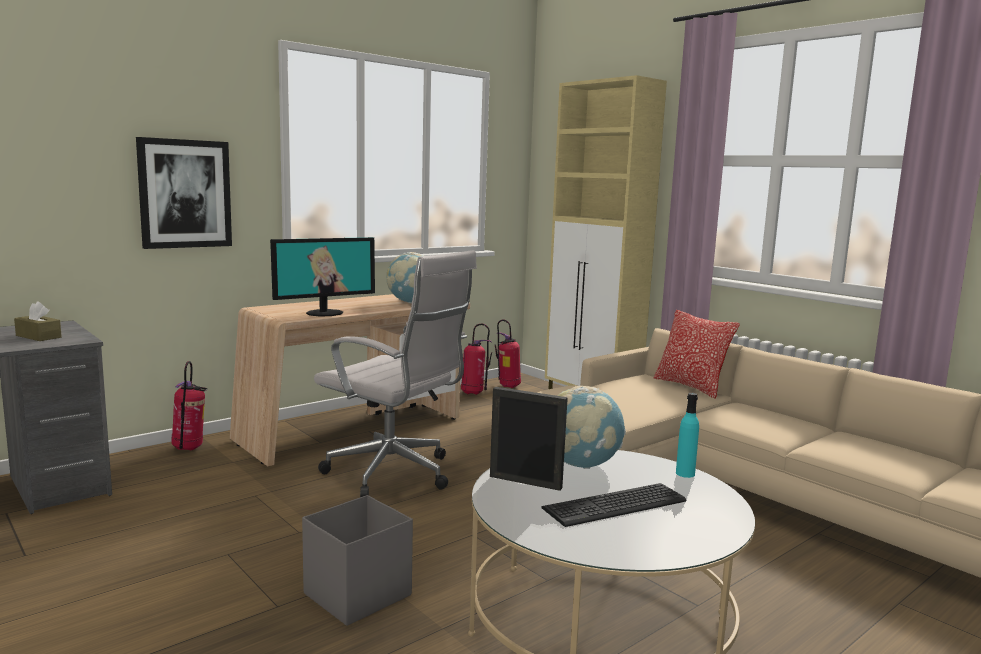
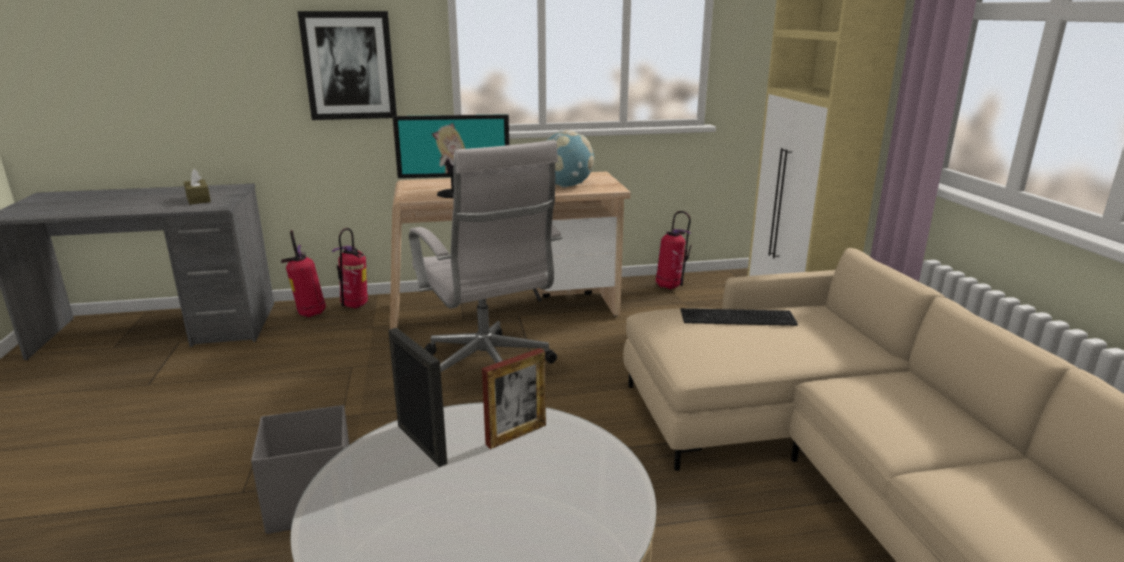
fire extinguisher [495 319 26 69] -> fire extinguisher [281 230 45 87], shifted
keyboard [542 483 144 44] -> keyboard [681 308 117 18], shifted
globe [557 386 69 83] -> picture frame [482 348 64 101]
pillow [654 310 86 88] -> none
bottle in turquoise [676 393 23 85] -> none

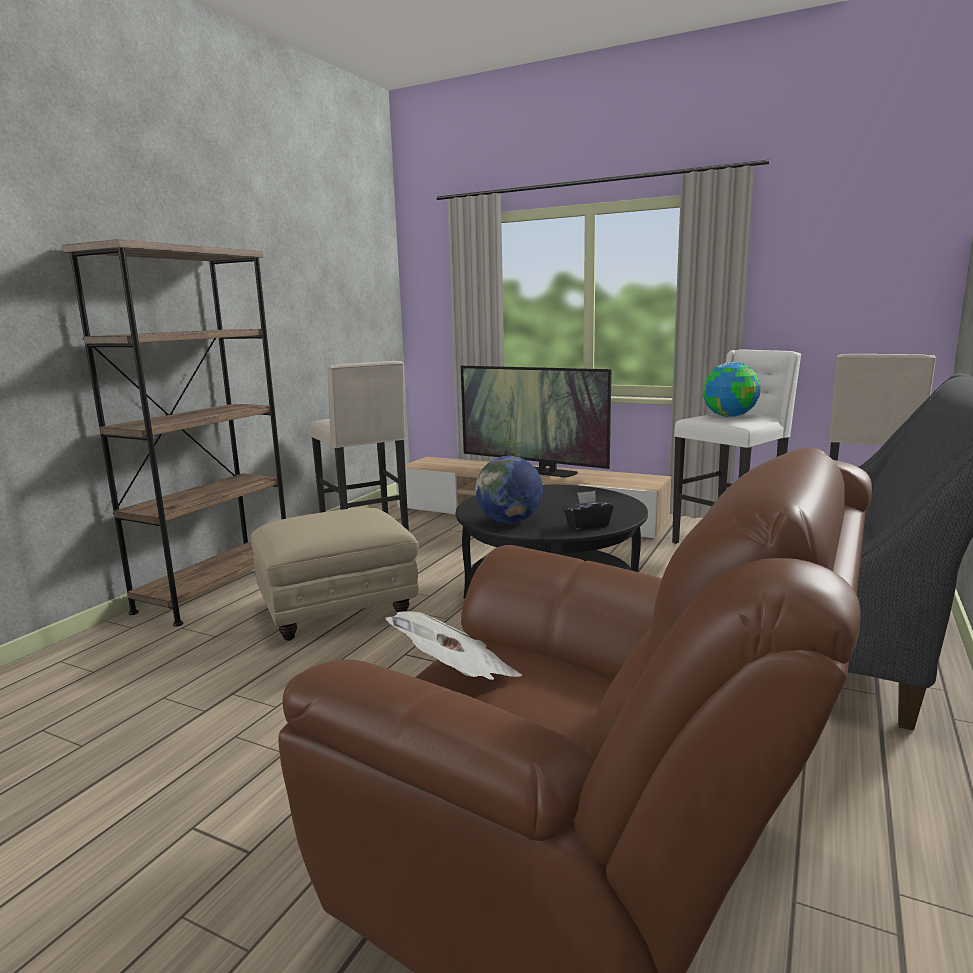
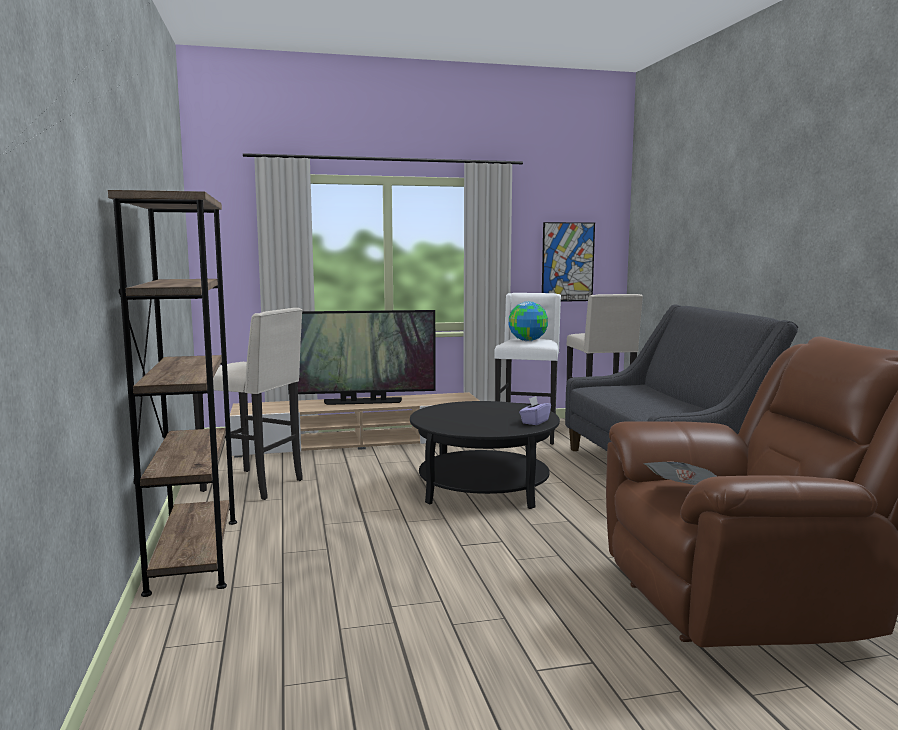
ottoman in beige [251 507 168 134] -> none
globe [475 456 68 67] -> none
tissue box in black [563 491 50 39] -> tissue box in purple [519 396 32 29]
none -> picture [542 222 53 80]

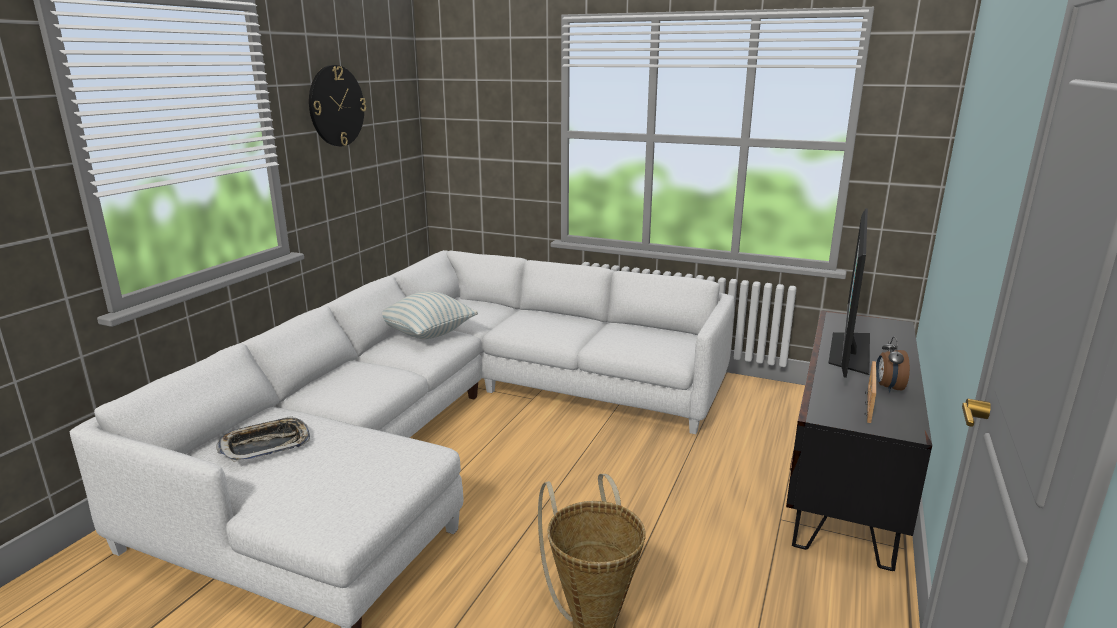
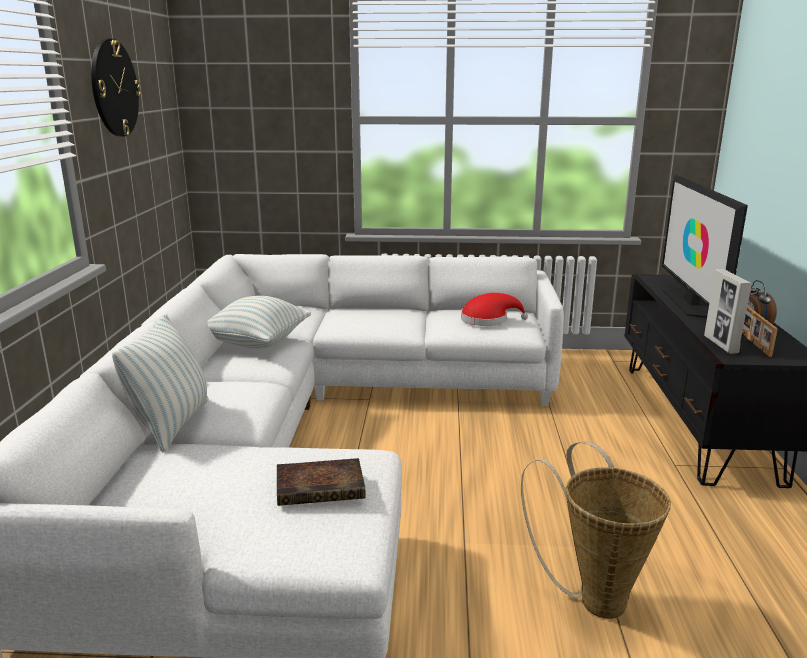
tray [216 416 94 46] -> none
none -> pillow [112 313 97 139]
none -> book [277 458 88 48]
none -> hat in red [461 293 67 33]
none -> picture frame [704 269 48 85]

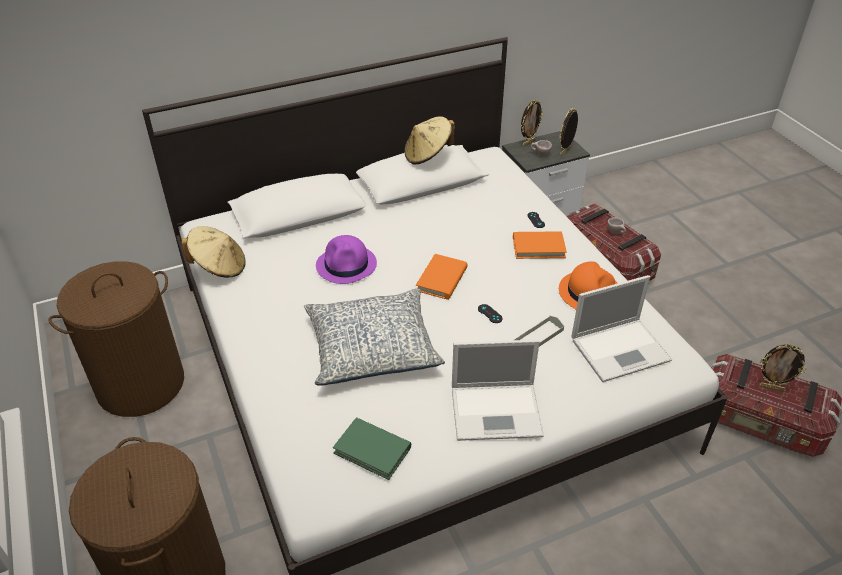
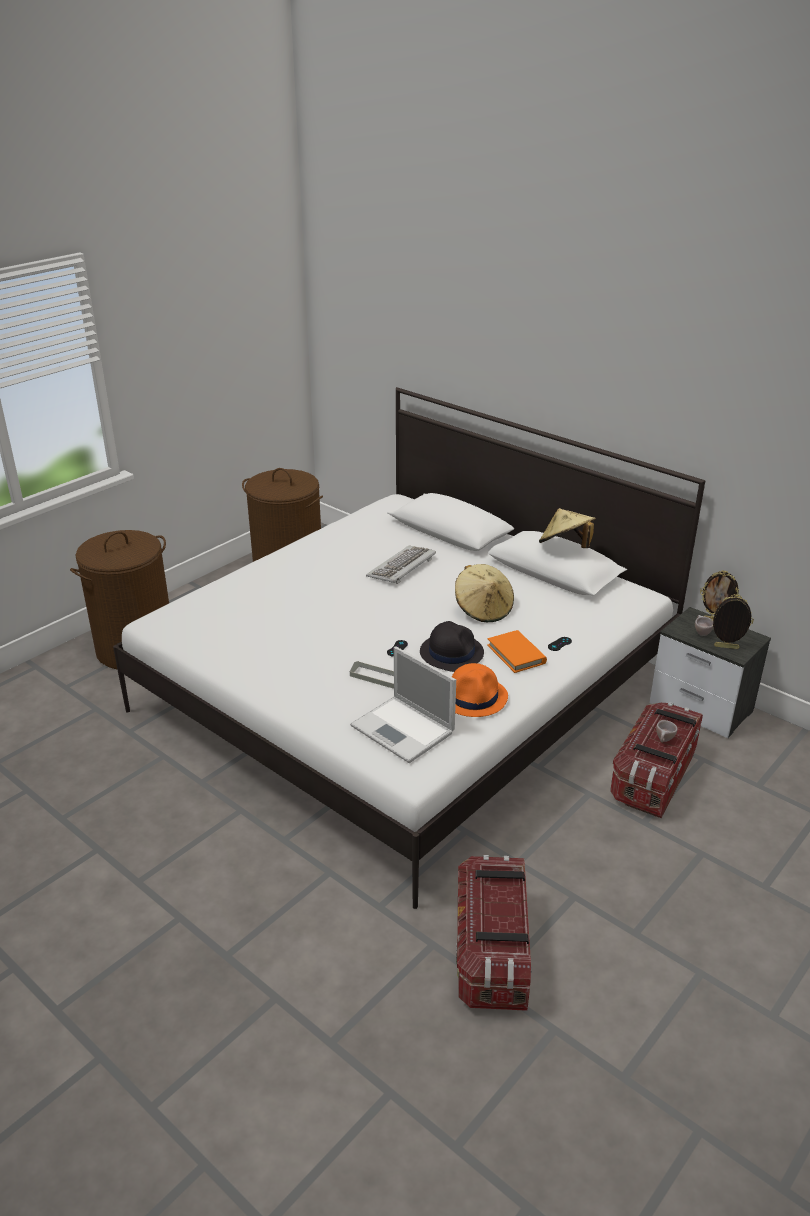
hat in beige [181 226 65 52] -> hat in beige [455 564 59 58], shifted
pillow [304 288 141 98] -> none
hat in purple [316 235 61 49] -> keyboard [366 546 70 38]
book in green [333 417 78 63] -> none
book in orange [416 254 52 46] -> none
laptop [452 339 92 102] -> none
picture frame [759 344 47 48] -> none
none -> hat in black [420 621 64 51]

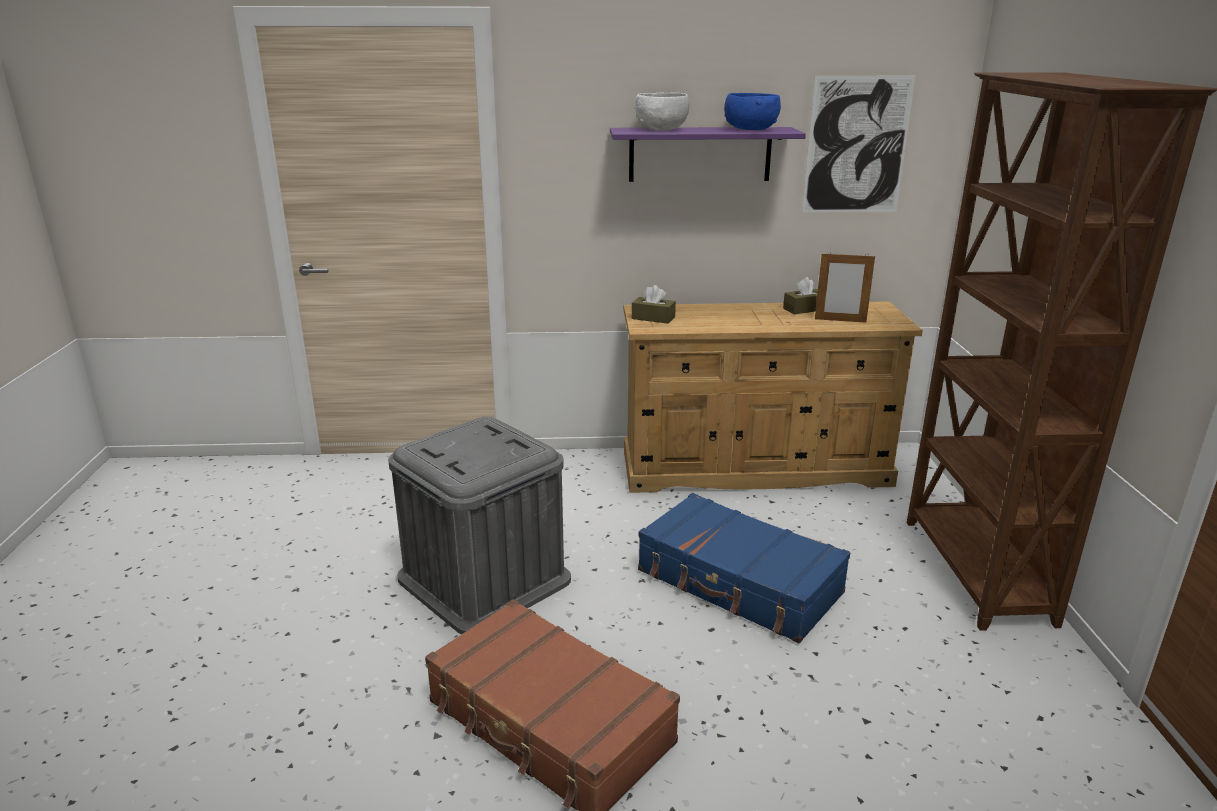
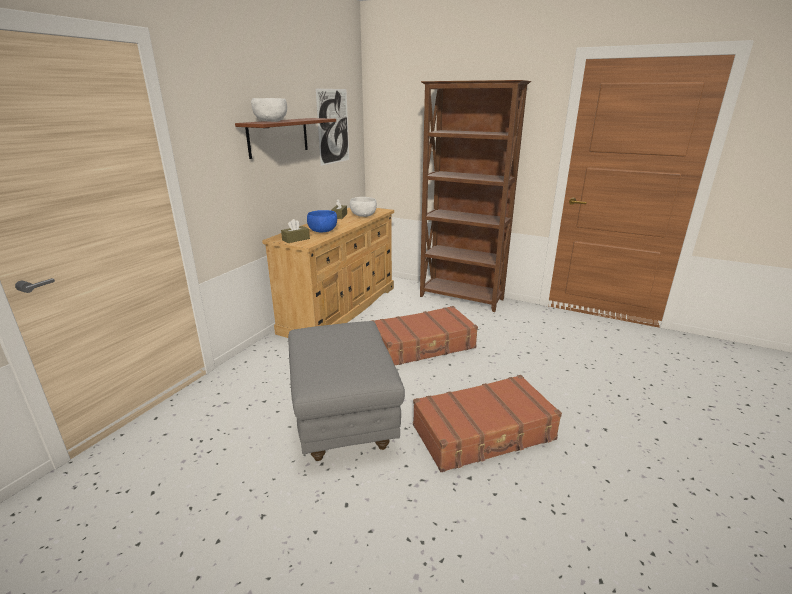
storage box in grey [388 417 183 218] -> ottoman in grey [288 321 117 140]
shelf in purple [610 127 196 55] -> shelf in brown [235 118 101 41]
suitcase in blue [638 493 212 150] -> suitcase in brown [372 306 106 59]
bowl in blue [724 93 57 37] -> bowl in blue [307 210 30 22], shifted
picture frame [815 253 60 70] -> bowl in white [350 197 27 20]

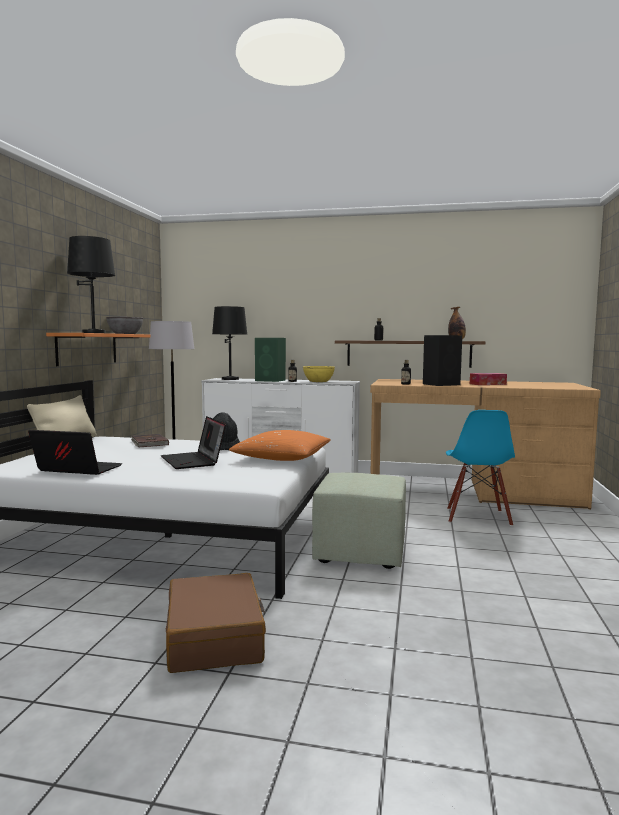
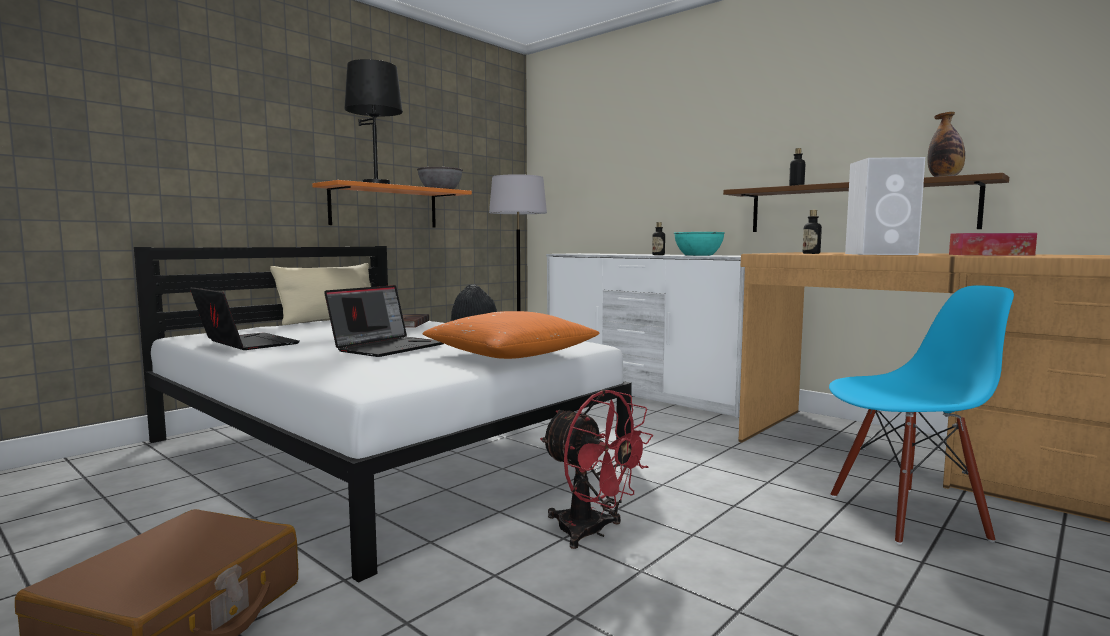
laptop [161 416 65 53] -> laptop [324 285 120 72], 150 degrees counterclockwise
table lamp in black [212 306 35 74] -> none
speaker in green [255 338 31 44] -> none
bowl in yellow [303 366 32 16] -> bowl in turquoise [674 232 51 24]
ottoman in green [312 473 94 96] -> fan in red [540 390 113 159]
speaker in black [423 335 39 51] -> speaker in white [845 157 80 98]
chair in blue [446 410 69 116] -> chair in blue [829 285 185 260], 135 degrees counterclockwise

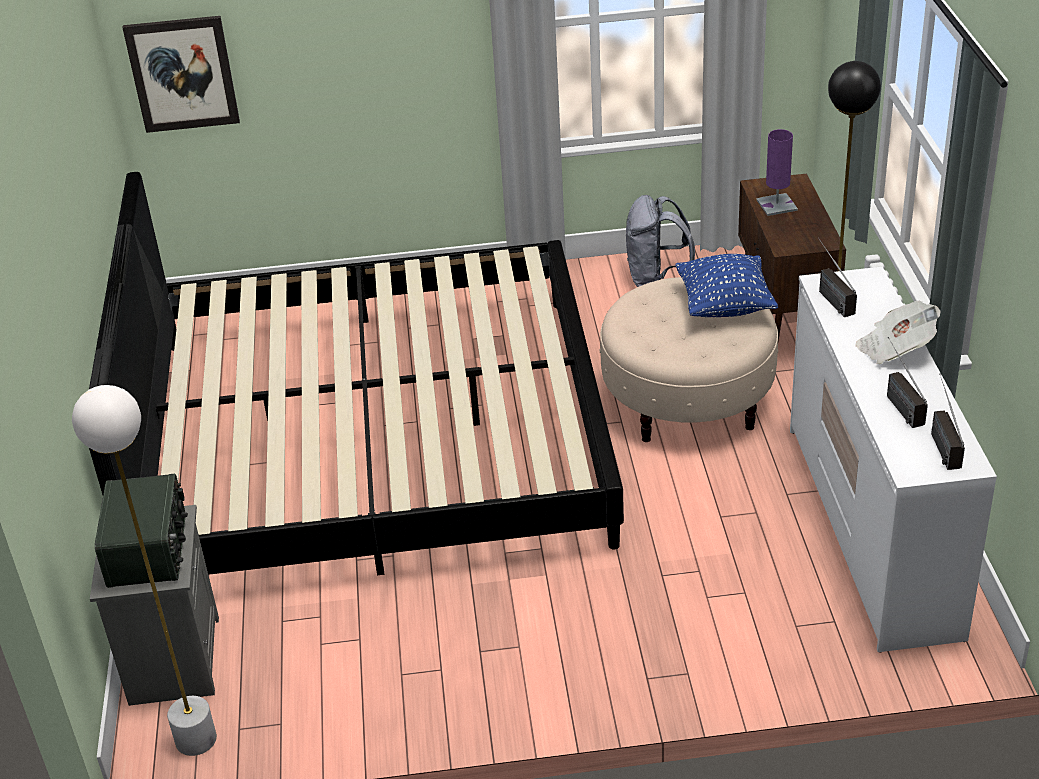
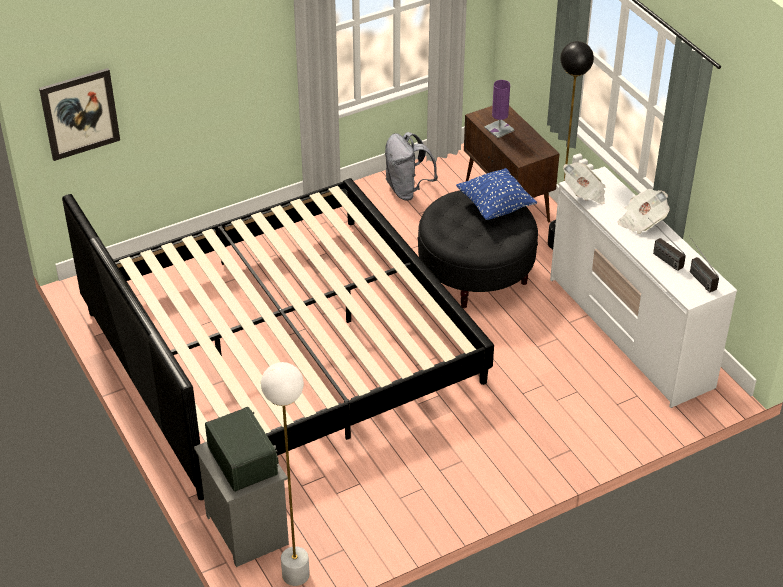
ottoman in beige [600 277 178 165] -> ottoman in black [417 191 121 117]
radio [818 237 39 80] -> newspaper [563 163 42 41]

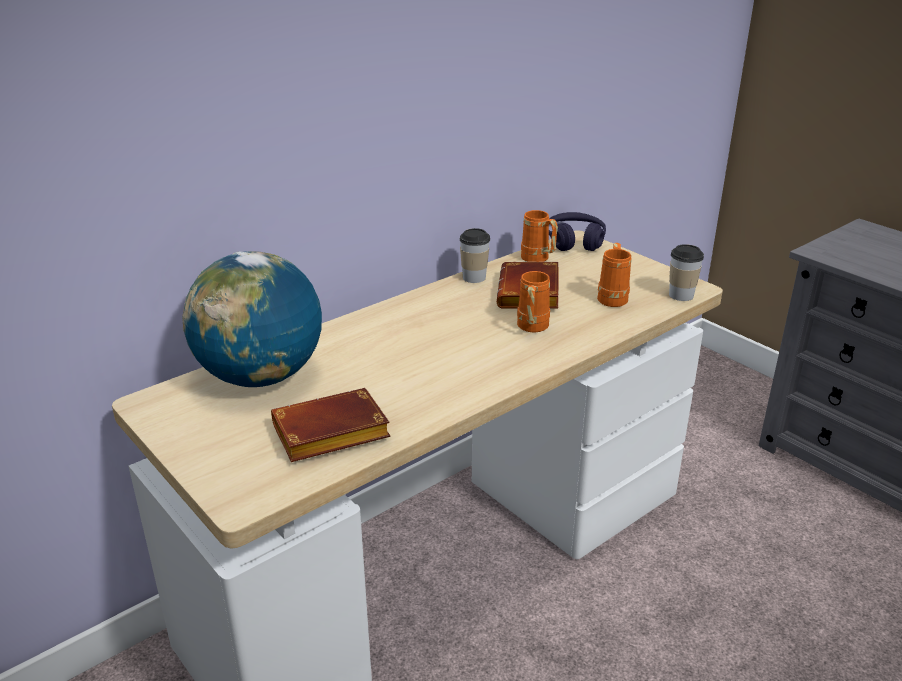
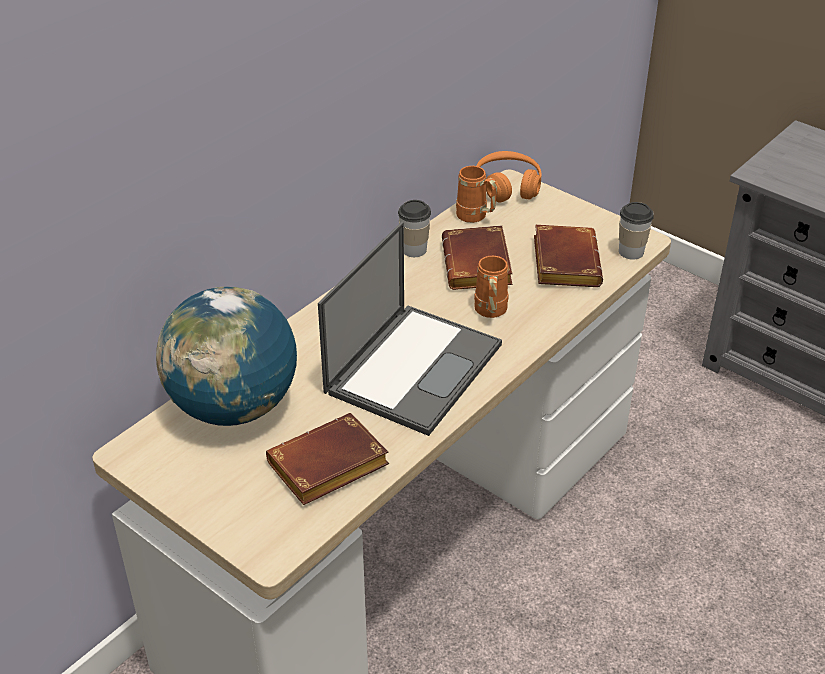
headphones in purple [549 212 57 39] -> headphones in orange [476 151 66 52]
mug in orange [597 243 35 64] -> book in brown [534 225 69 62]
none -> laptop [318 222 184 214]

